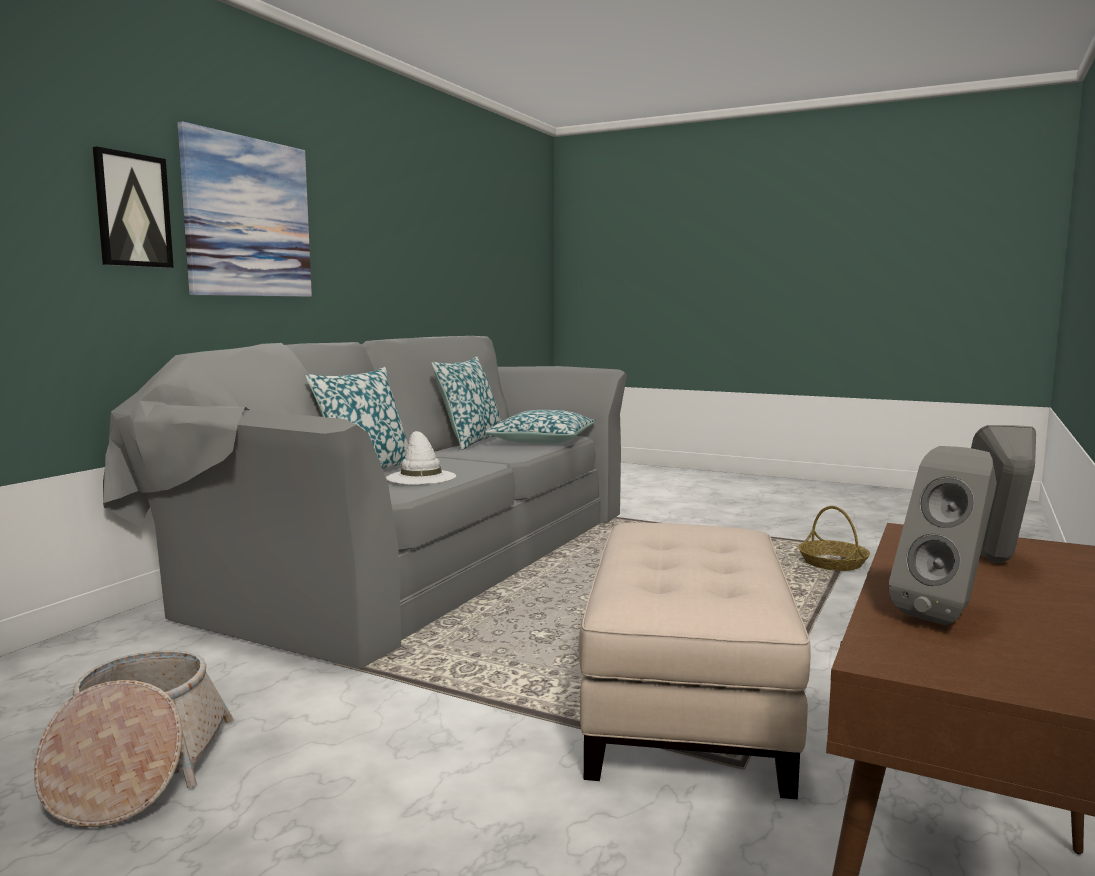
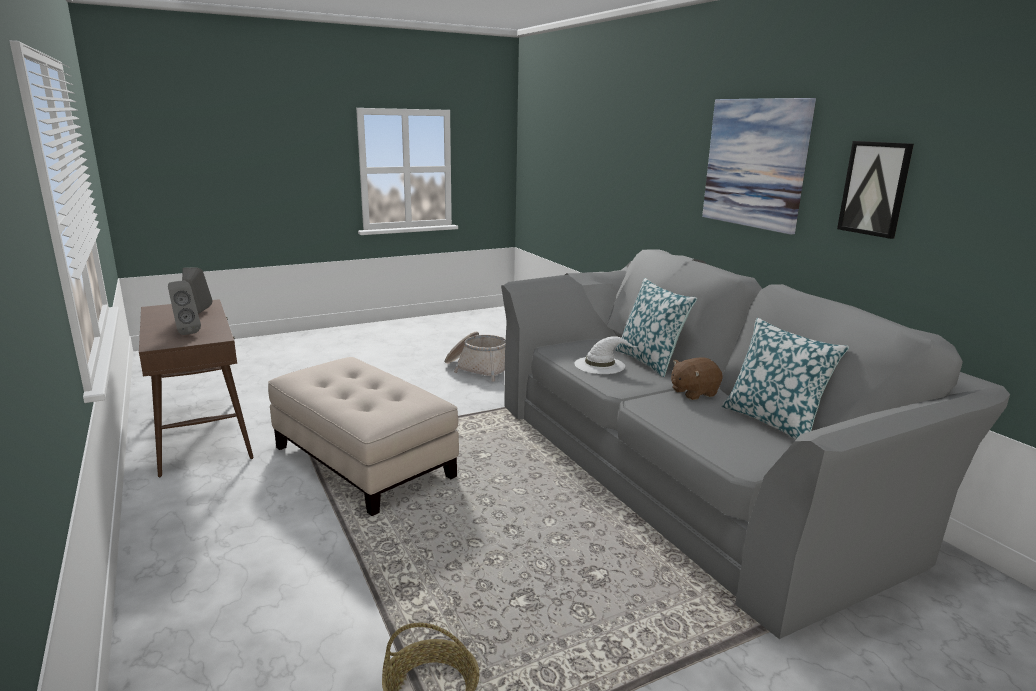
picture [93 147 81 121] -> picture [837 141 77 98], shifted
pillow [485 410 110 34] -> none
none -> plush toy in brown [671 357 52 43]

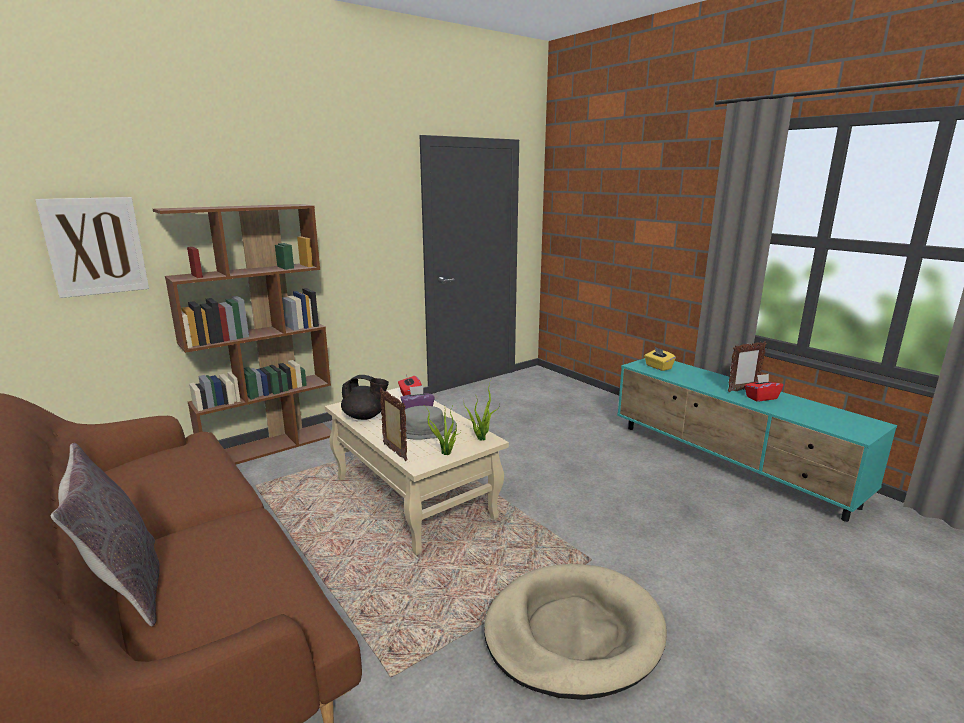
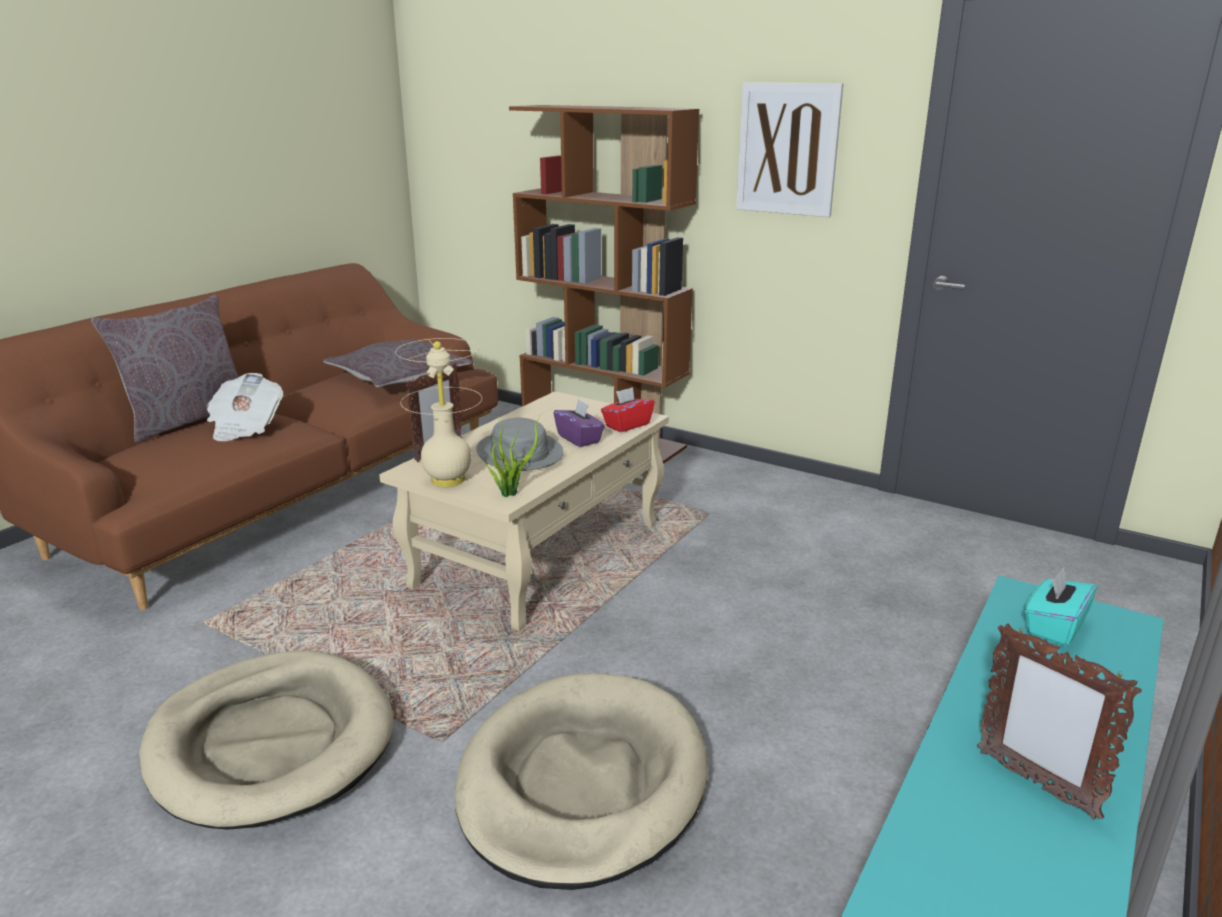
picture [35 197 114 101] -> picture [736 82 108 135], shifted
teapot in black [341 375 48 45] -> none
potted plant [426 407 35 48] -> table lamp in beige [395 338 87 149]
tissue box in yellow [644 346 32 25] -> tissue box in turquoise [1025 568 72 79]
tissue box in red [744 374 39 27] -> none
none -> newspaper [206 373 78 68]
none -> pillow in grey [323 339 149 48]
none -> dog bed in beige [455 673 253 217]

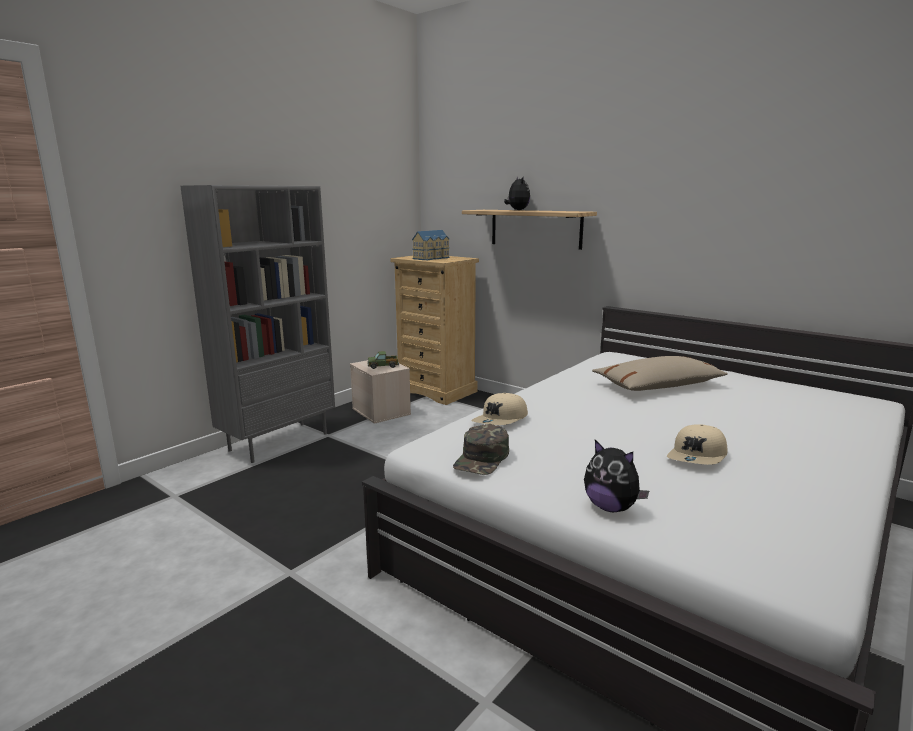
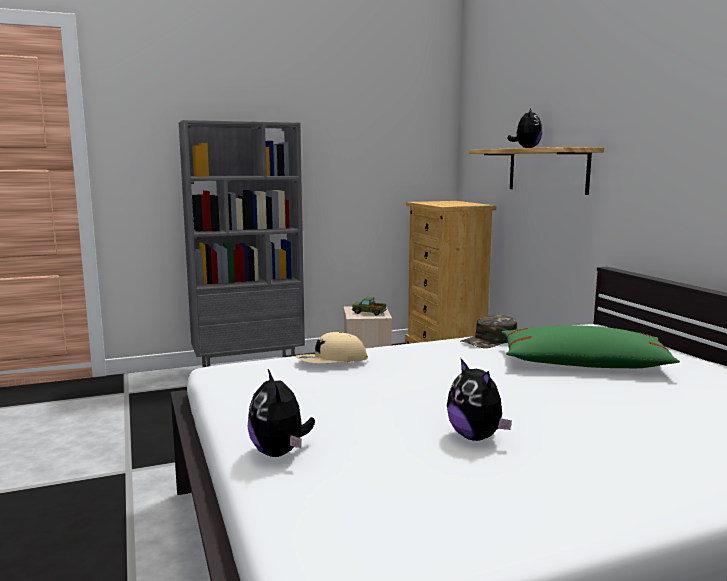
toy house [412 230 38 30] -> none
cap in green [453 424 56 51] -> cap in green [461 315 56 33], shifted
pillow in beige [592 356 136 35] -> pillow in green [501 325 179 43]
cap in beige [667 424 60 41] -> plush toy [447 359 65 82]

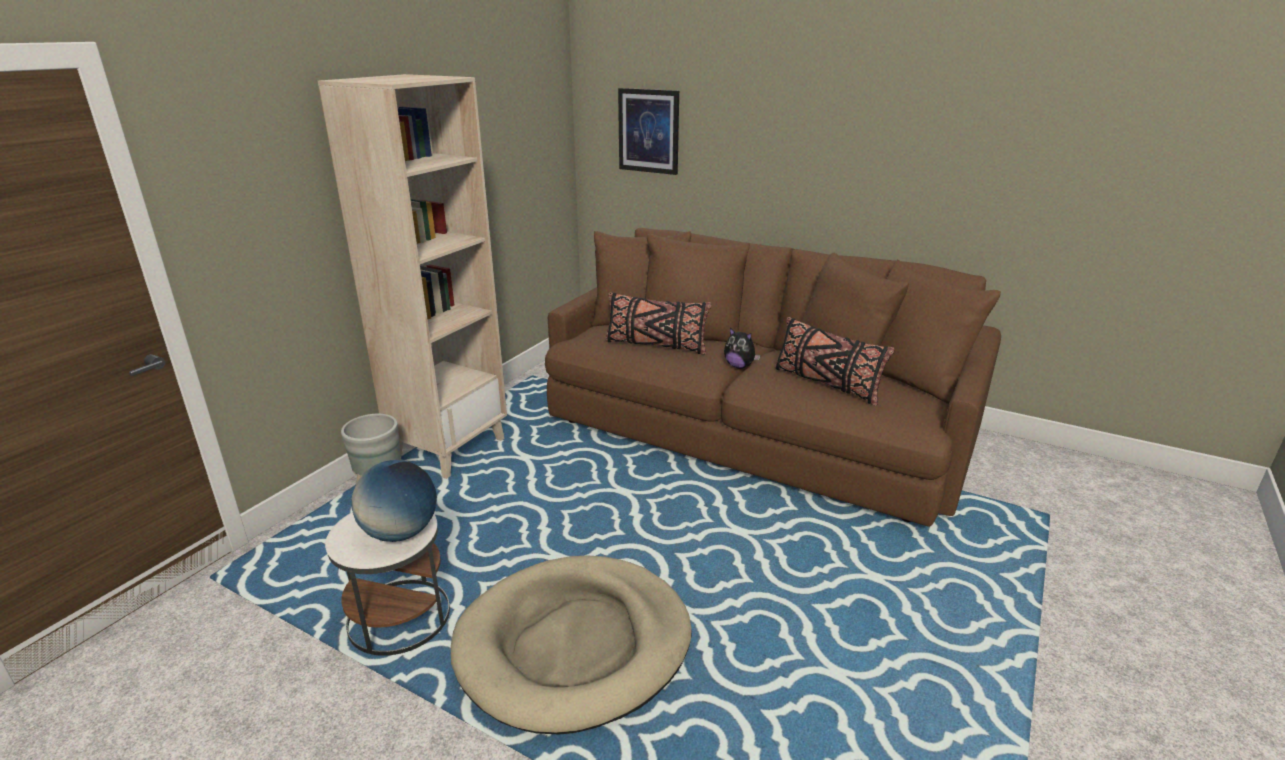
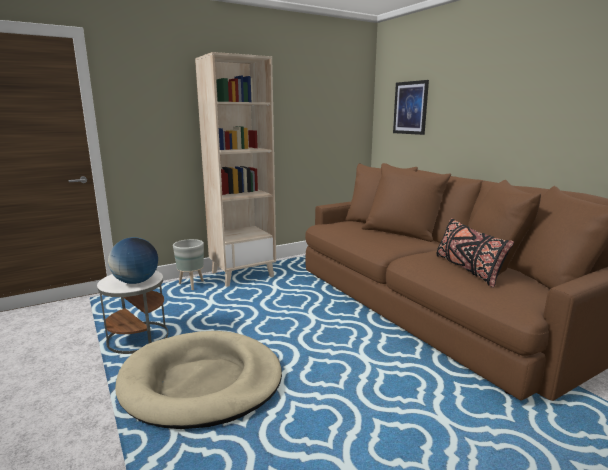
pillow in black [605 293 106 62] -> none
plush toy [724 328 37 41] -> none

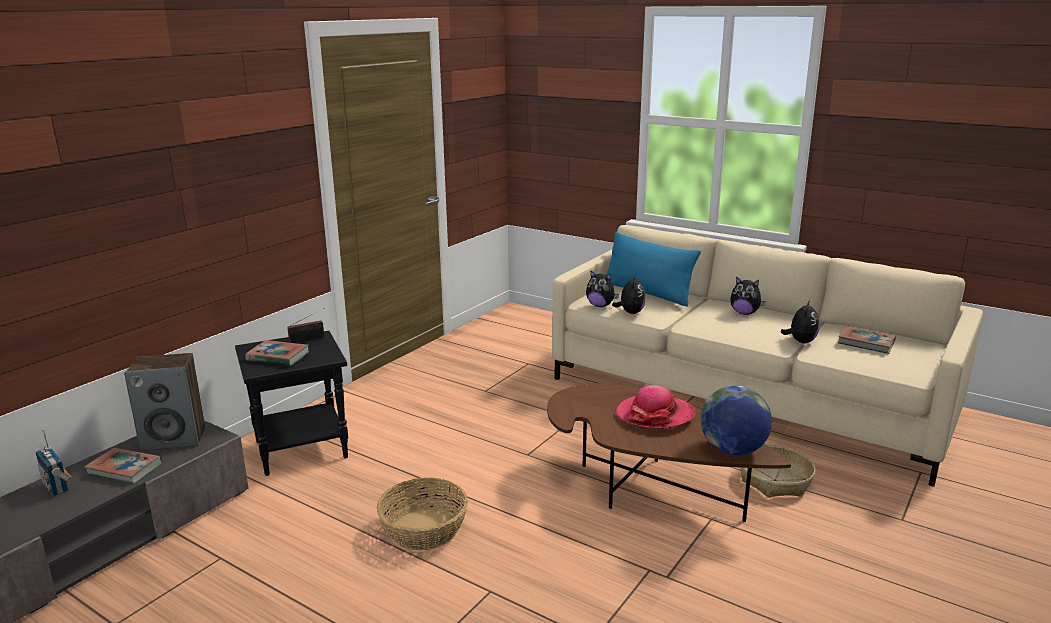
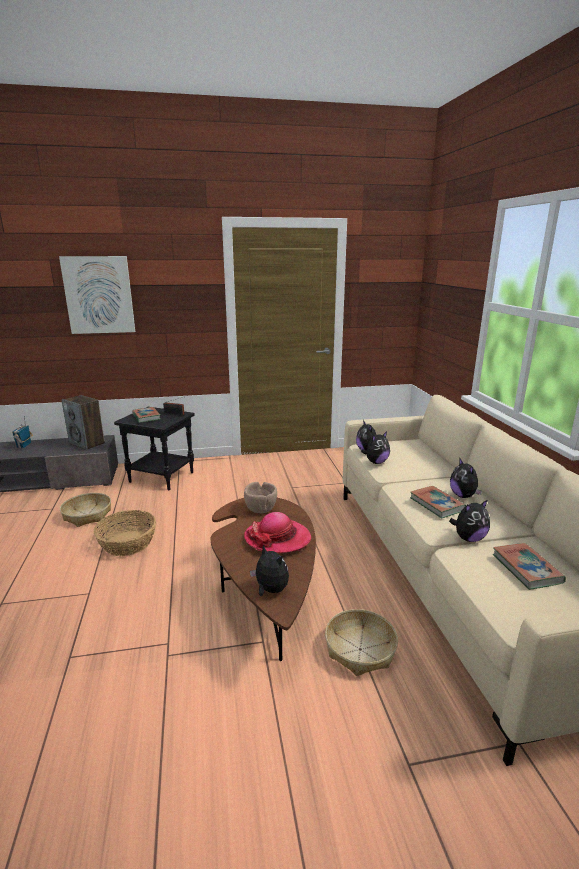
book [84 448 79 36] -> book [410 486 56 32], shifted
pillow in blue [606 232 95 74] -> none
globe [701 386 71 69] -> plush toy [250 545 39 51]
none -> picture [59 256 76 78]
none -> basket [60 493 51 34]
none -> bowl in brown [244 482 33 31]

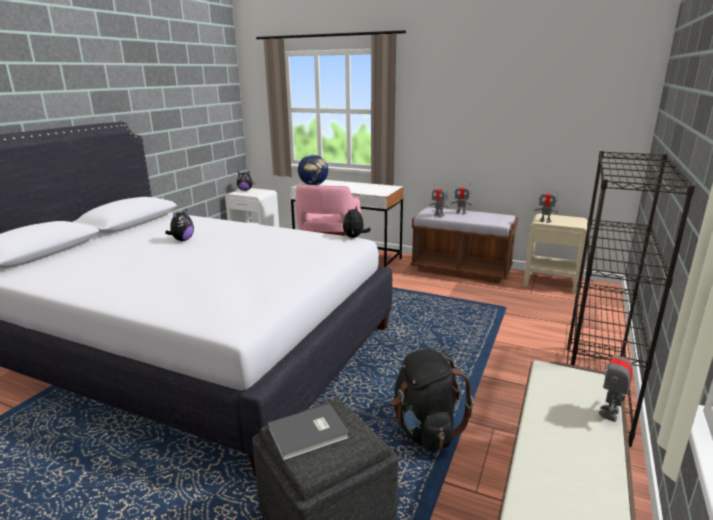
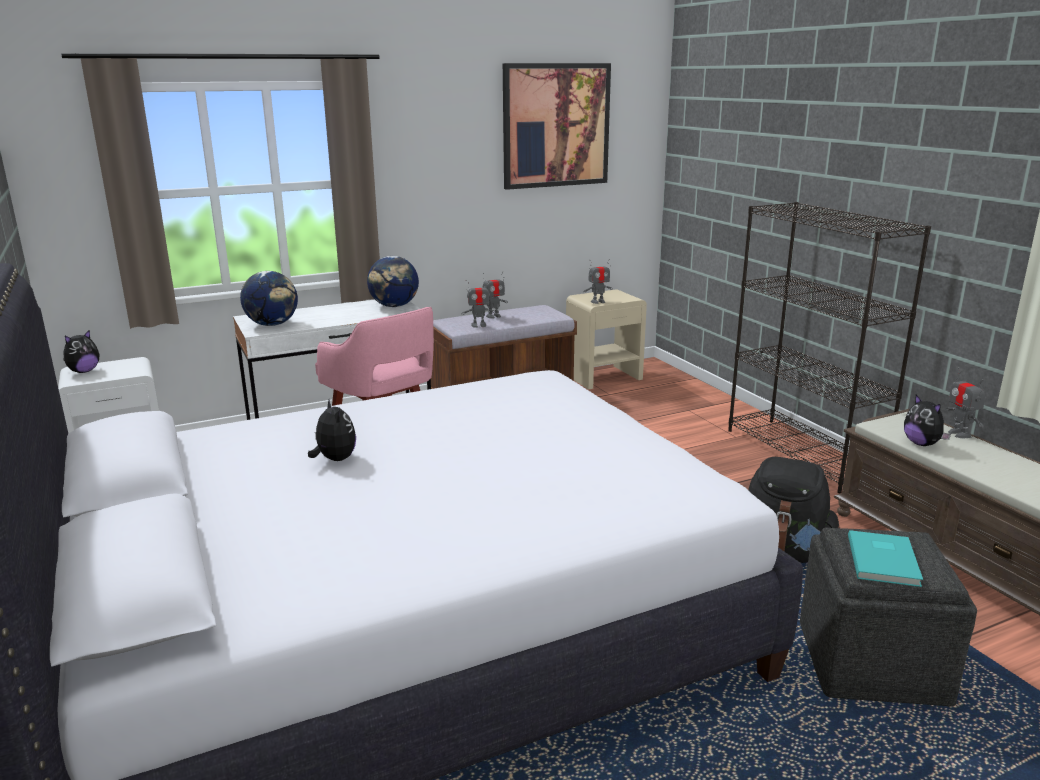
book in grey [268 404 81 57] -> book in turquoise [848 530 75 57]
plush toy [343 206 28 32] -> plush toy [904 395 47 51], shifted
none -> globe [367 256 52 51]
none -> picture [503 63 108 127]

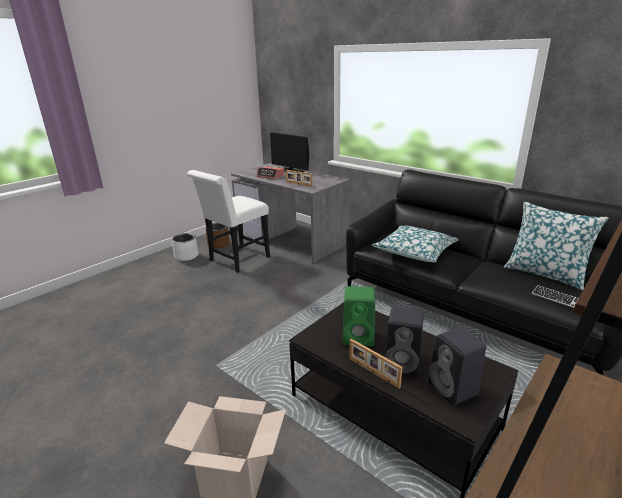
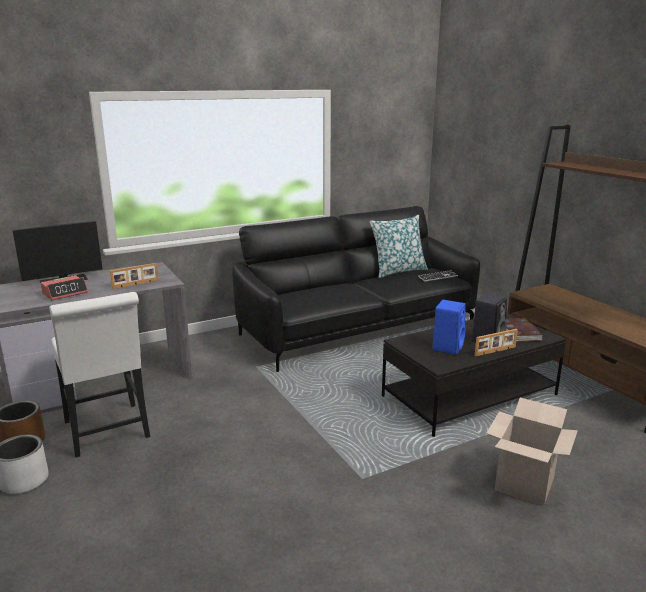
speaker in green [342 286 33 60] -> speaker in blue [432 300 34 54]
pillow [372 225 87 37] -> none
speaker in black [429 327 57 78] -> book [506 318 37 23]

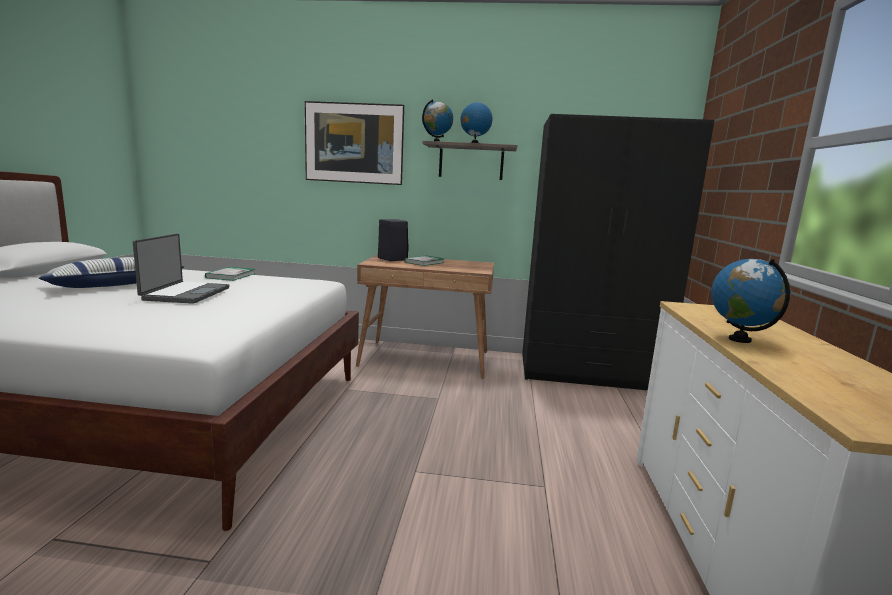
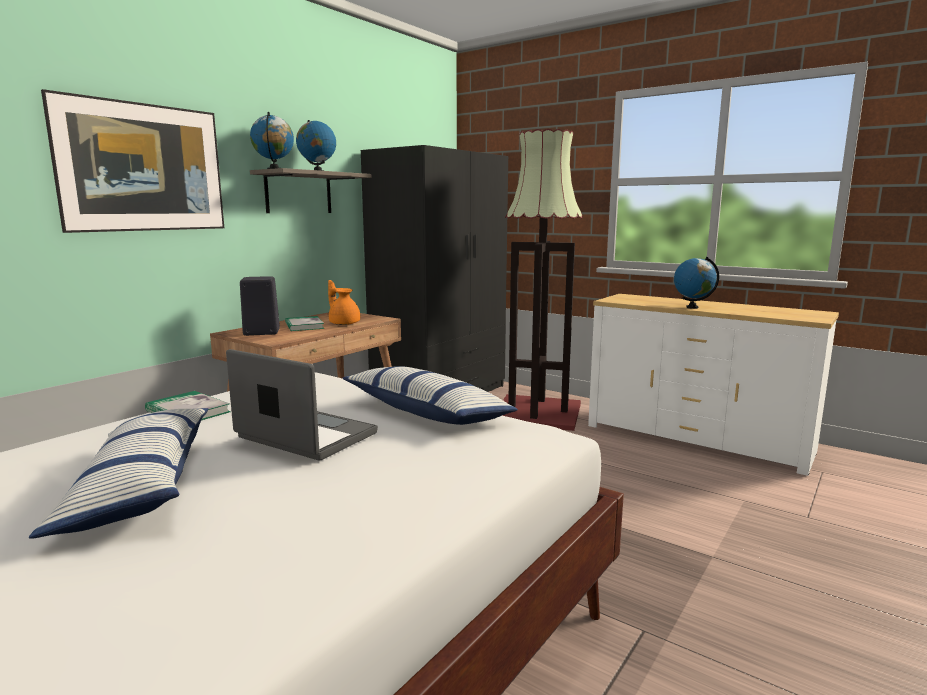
none -> teapot in orange [328 280 32 45]
none -> pillow [342 366 176 59]
none -> floor lamp [502 129 81 302]

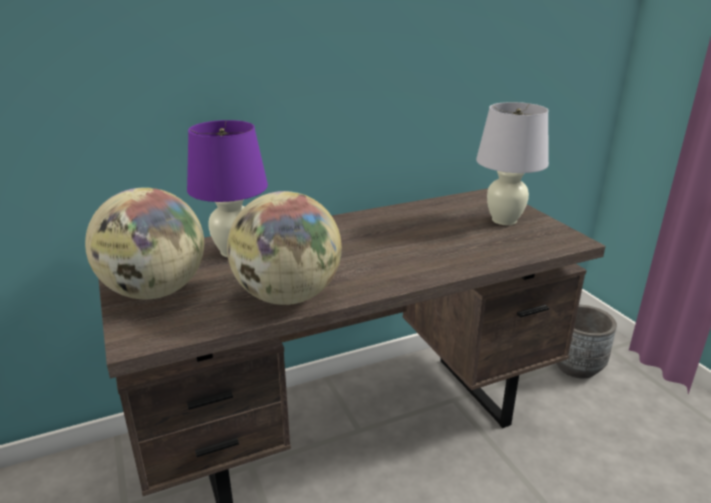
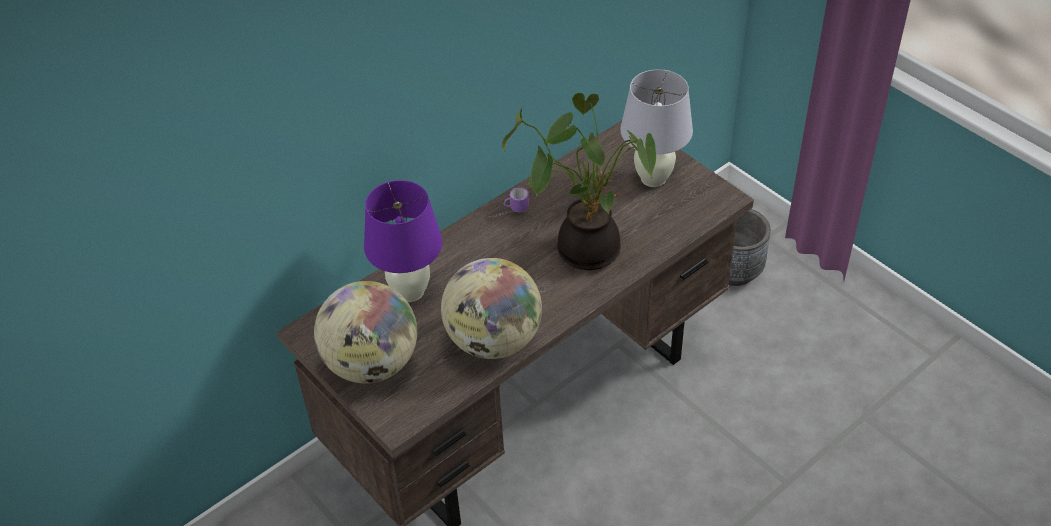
none -> mug [490 187 39 31]
none -> potted plant [502 93 154 177]

